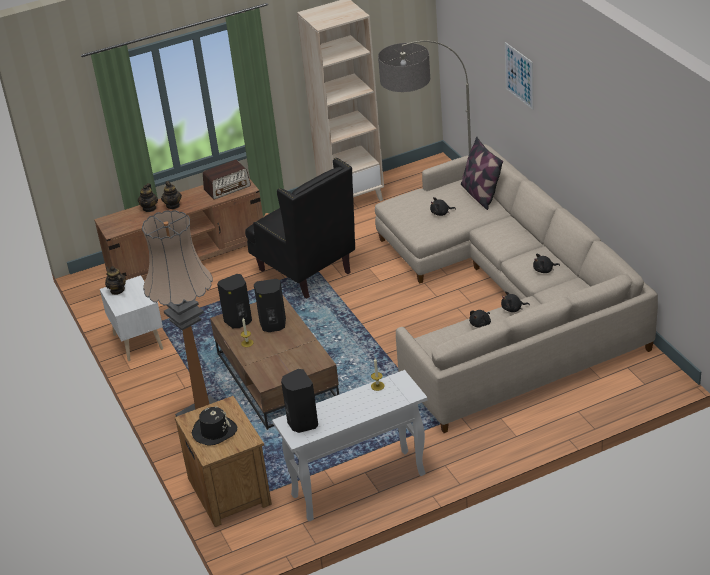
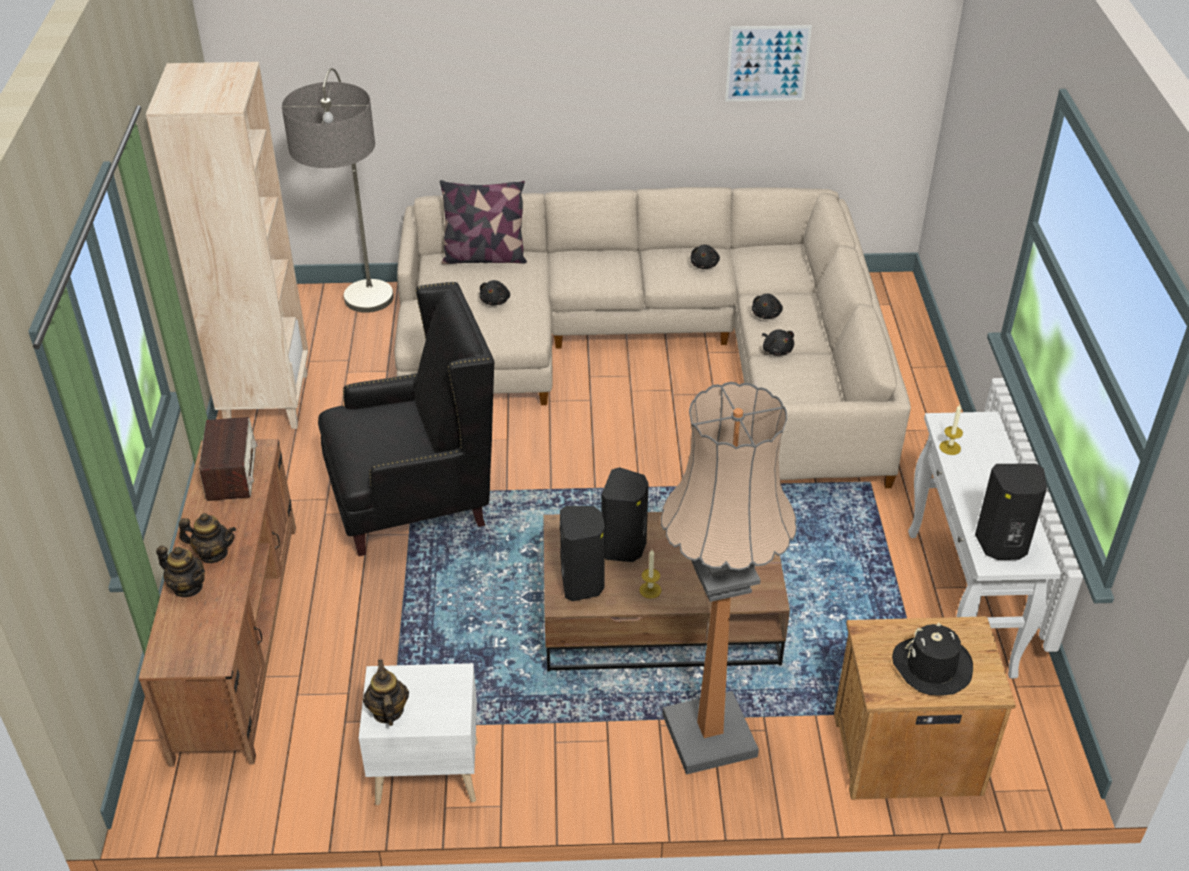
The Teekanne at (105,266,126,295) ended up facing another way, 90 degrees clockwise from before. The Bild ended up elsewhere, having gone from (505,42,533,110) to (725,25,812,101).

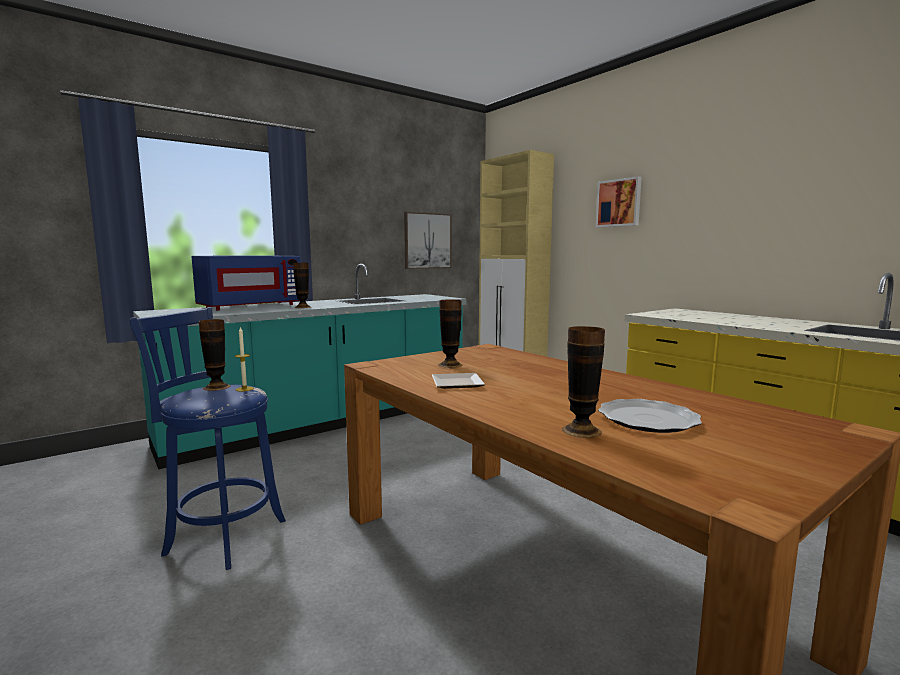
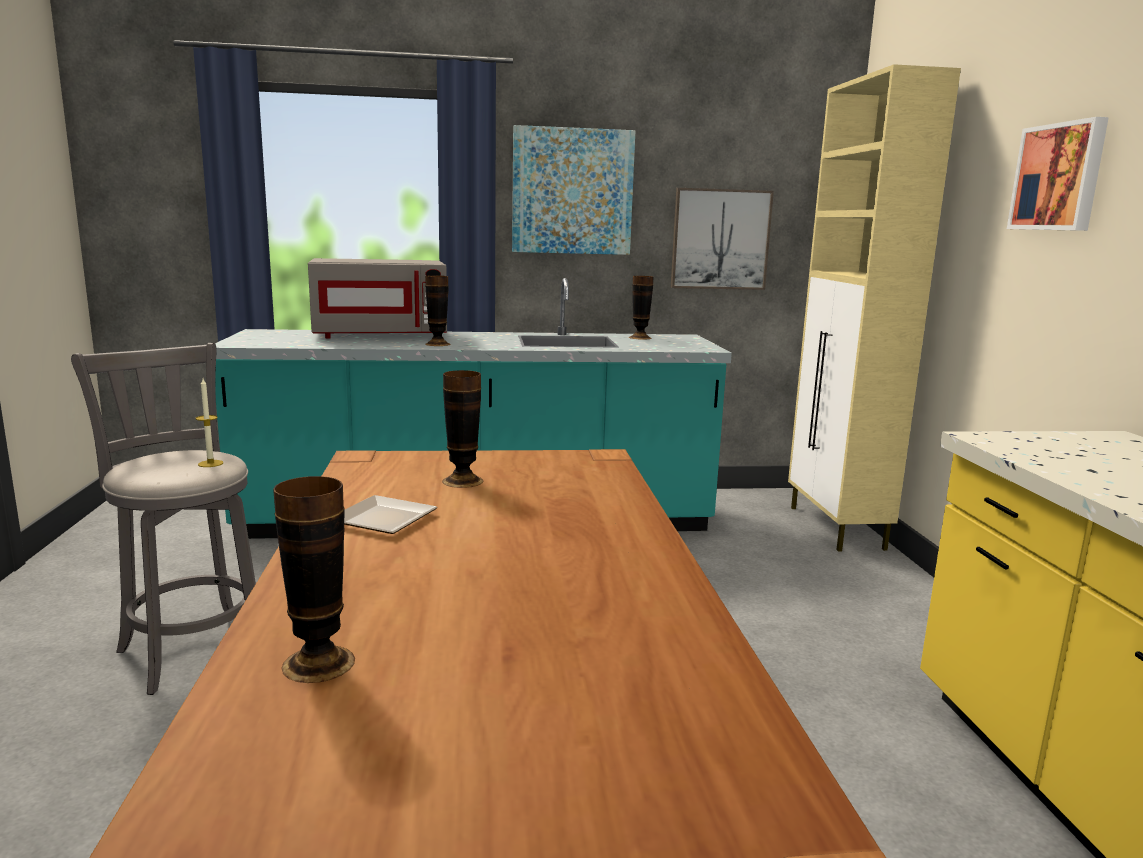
What was the Hocker/blau at (130,307,286,570) turned into the Hocker/grau at (71,343,256,695). What was the Mikrowelle/blau at (192,256,300,311) turned into the Mikrowelle/grau at (308,258,447,339). The Vase ended up elsewhere, having gone from (199,319,230,391) to (629,276,654,340). The second view lost the Teller at (598,399,702,433). The second view gained the Bild at (512,125,636,255).

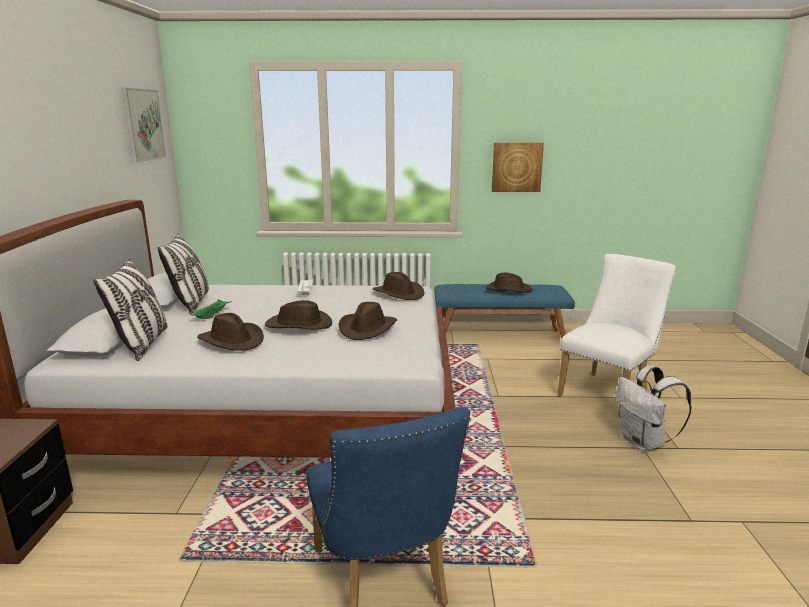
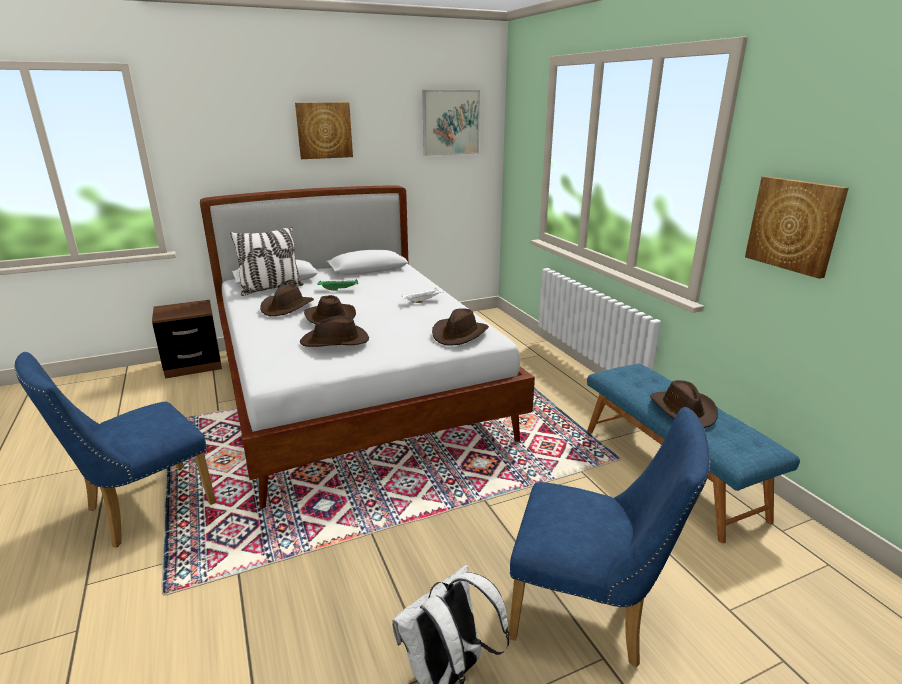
The second view lost the Kissen at (158,233,209,314). What was the Stuhl/weiß at (558,254,676,417) turned into the Stuhl/blau at (509,407,711,668). The second view gained the Bild at (295,102,353,159).

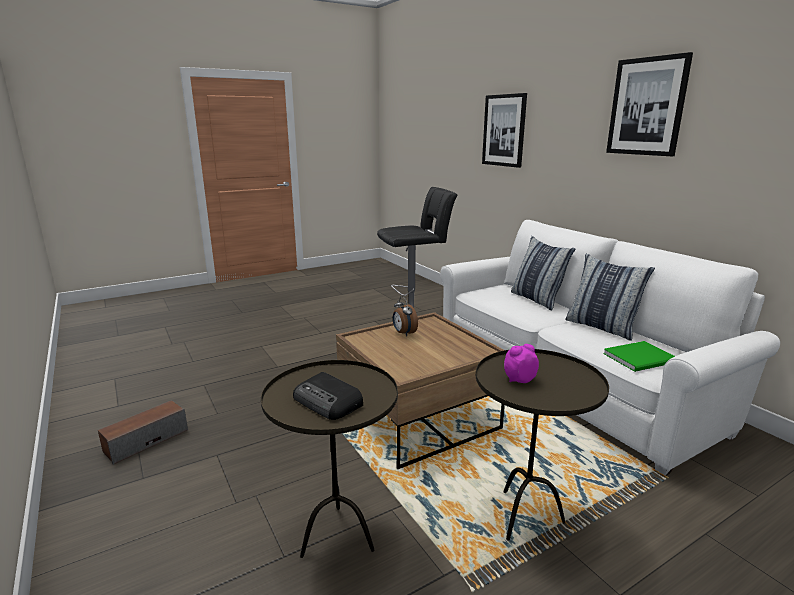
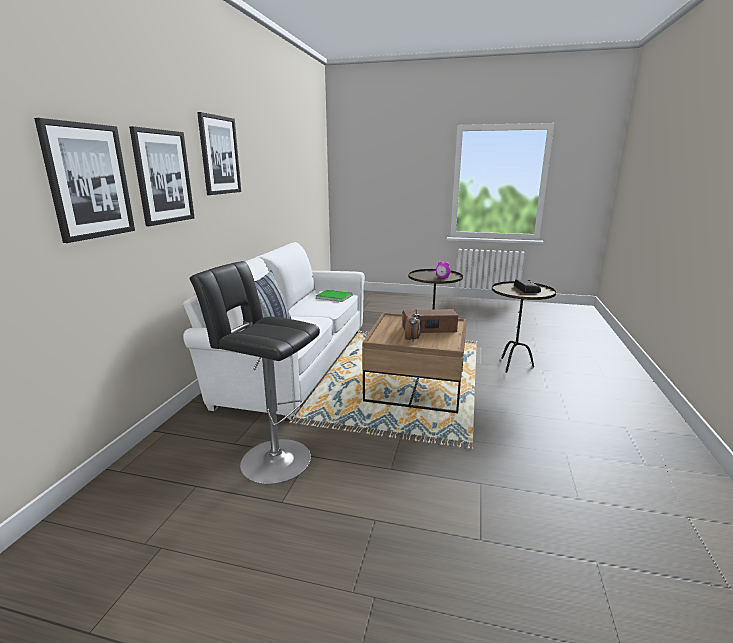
The Lautsprecher ended up elsewhere, having gone from (98,400,188,465) to (403,309,458,333). The second view lost the Kissen at (565,254,655,341). The second view gained the Bild at (129,126,195,226).

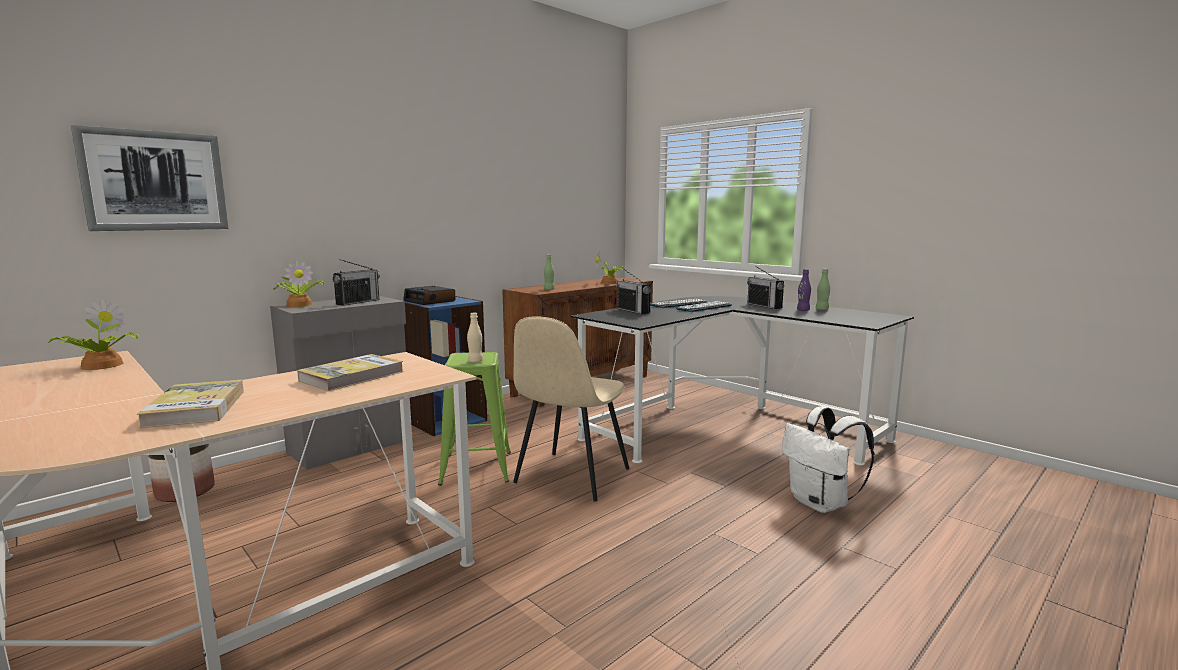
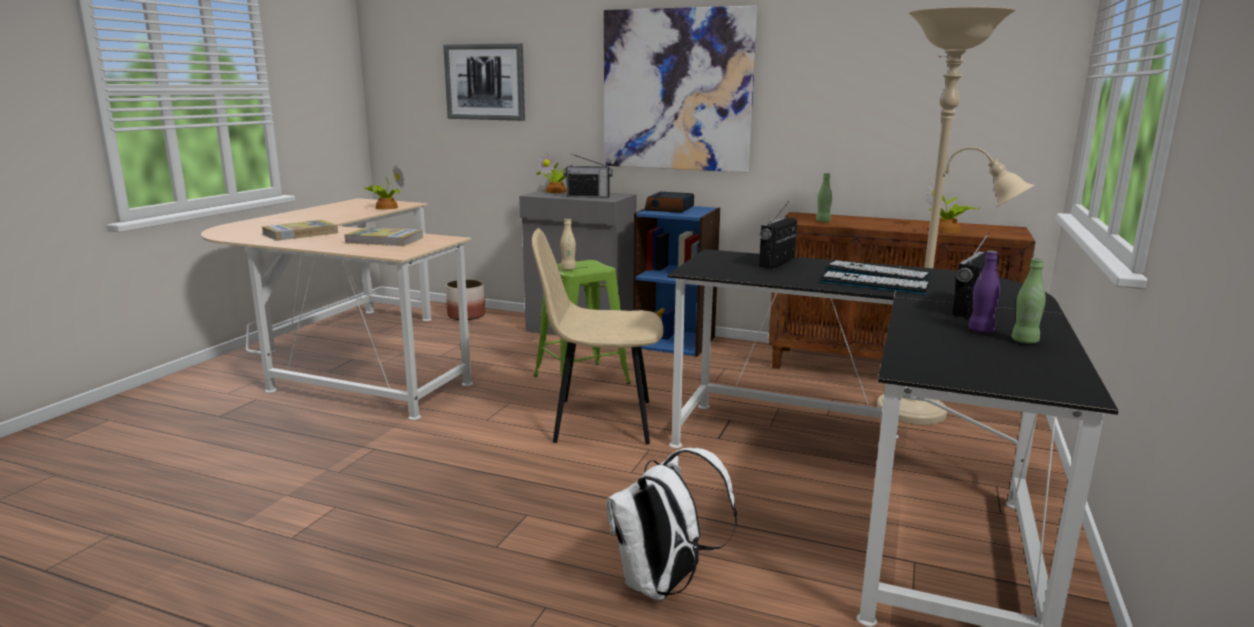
The second view gained the Bild at (604,6,758,172). The second view gained the Stehlampe/beige at (877,7,1034,425).

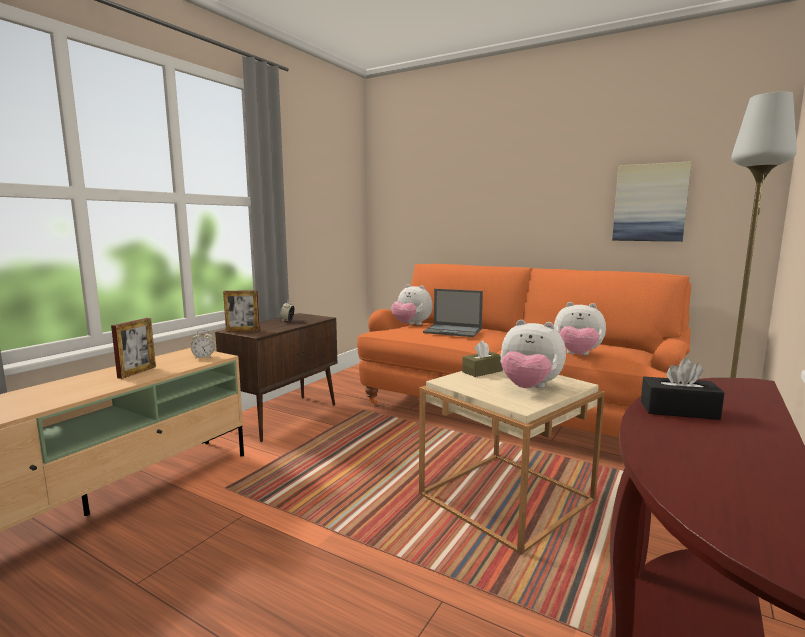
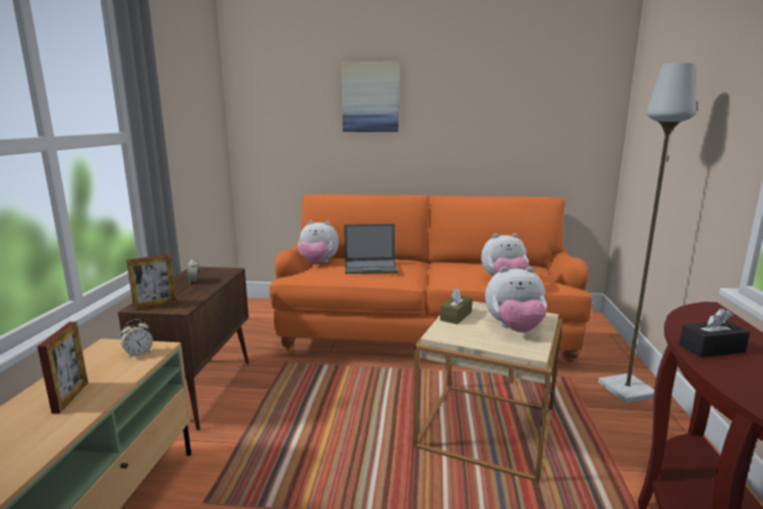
The Bild ended up elsewhere, having gone from (612,161,691,242) to (341,62,399,132).

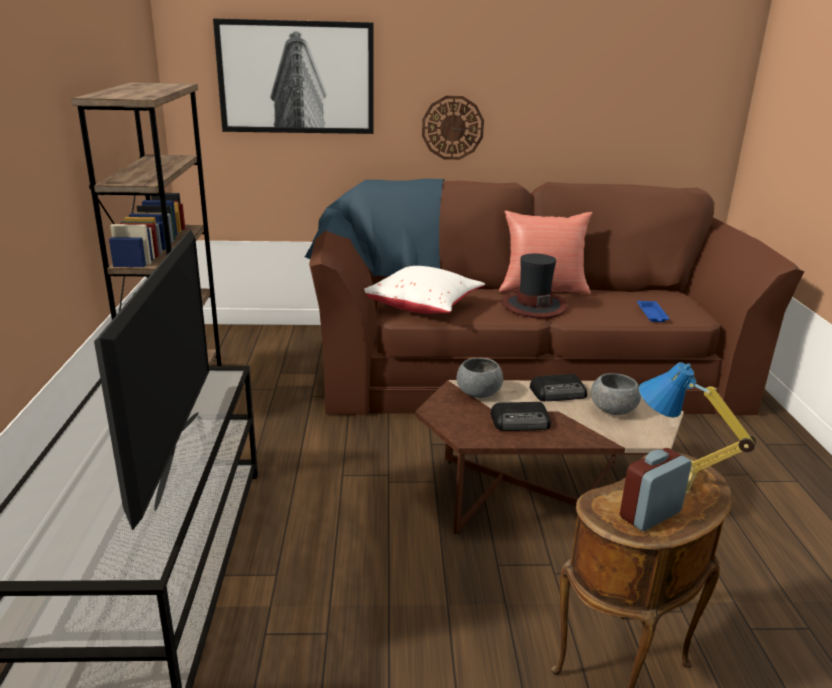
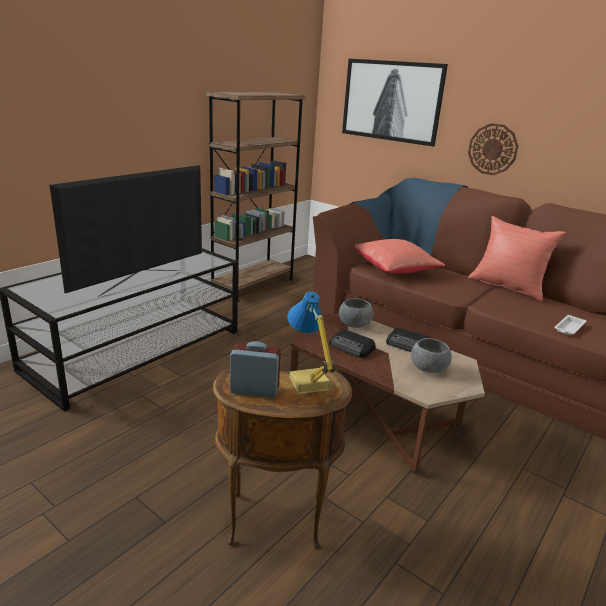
What was the Kissen/weiß at (364,266,485,314) turned into the Kissen/rot at (355,239,445,273). The second view lost the Hut at (501,254,567,319). What was the Tablett/blau at (637,301,670,322) turned into the Tablett/weiß at (554,315,586,335).

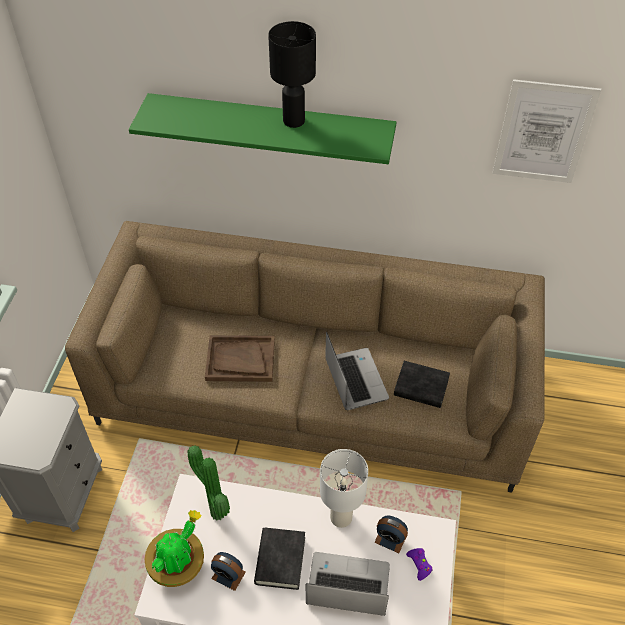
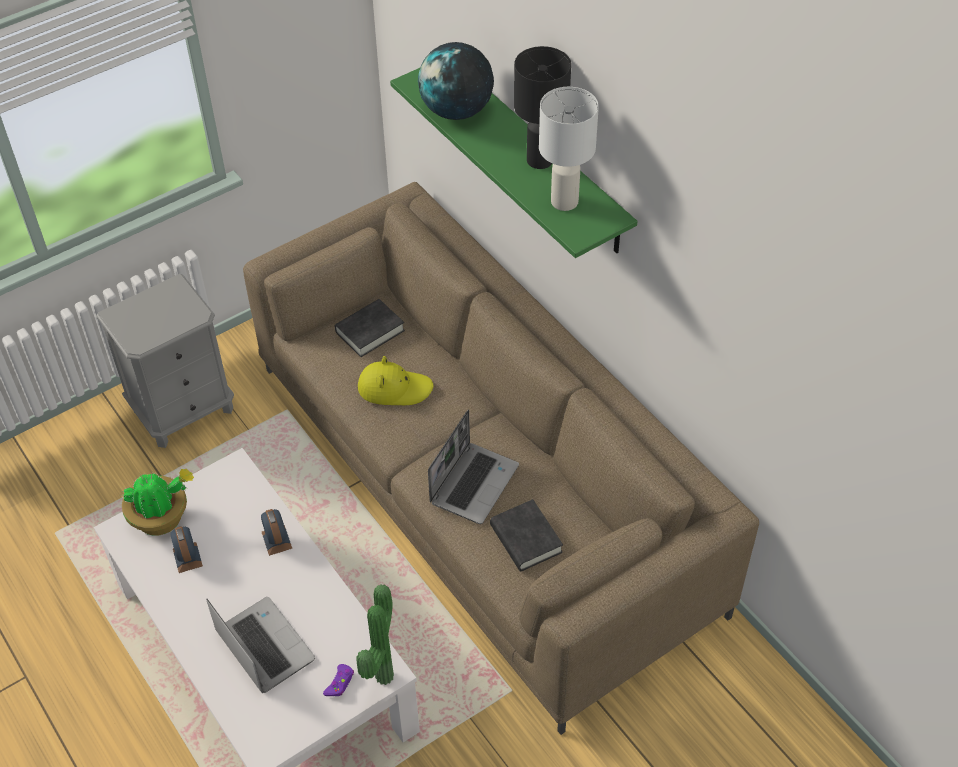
The Topfpflanze ended up elsewhere, having gone from (187,445,230,521) to (356,584,394,685). Where the Tablett/braun stood at (205,335,275,382), the Hut/gelb came to stand at (358,356,433,405). The Buch/schwarz ended up elsewhere, having gone from (254,528,305,590) to (334,299,405,357). The Tischlampe/weiß ended up elsewhere, having gone from (320,449,368,528) to (539,87,599,211). The Wecker ended up elsewhere, having gone from (374,516,408,553) to (261,509,292,556). The second view lost the Bild at (493,79,601,183). The second view gained the Globus at (418,42,494,120).

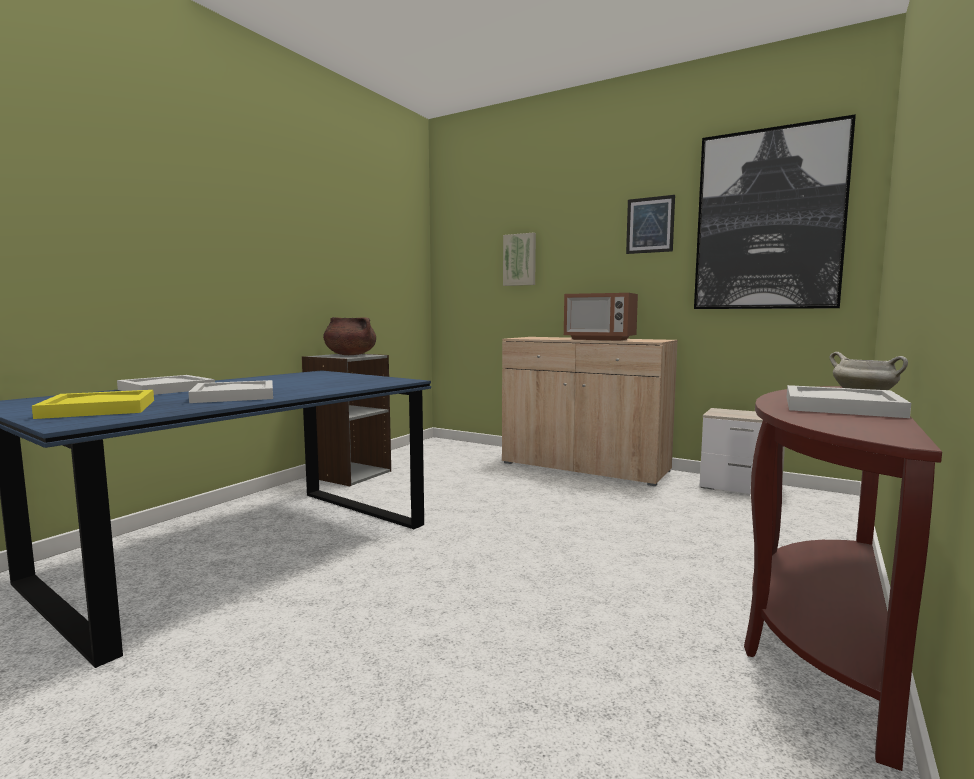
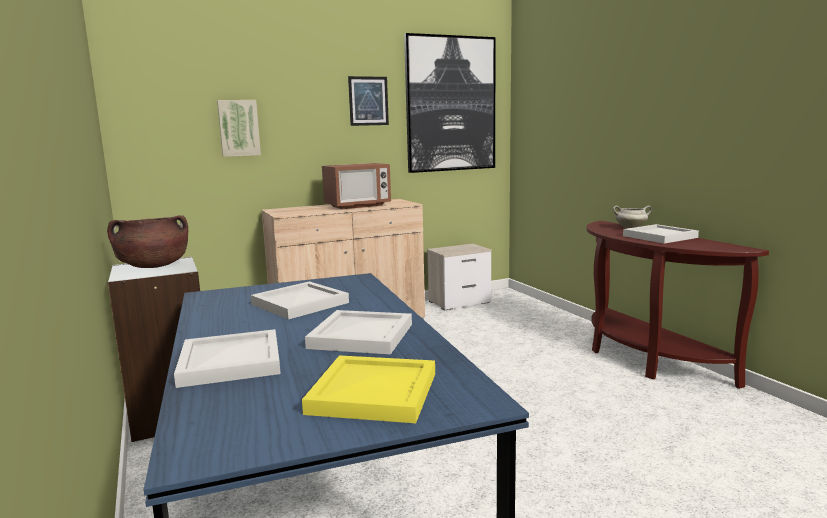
The second view gained the Tablett/weiß at (251,281,349,320).

